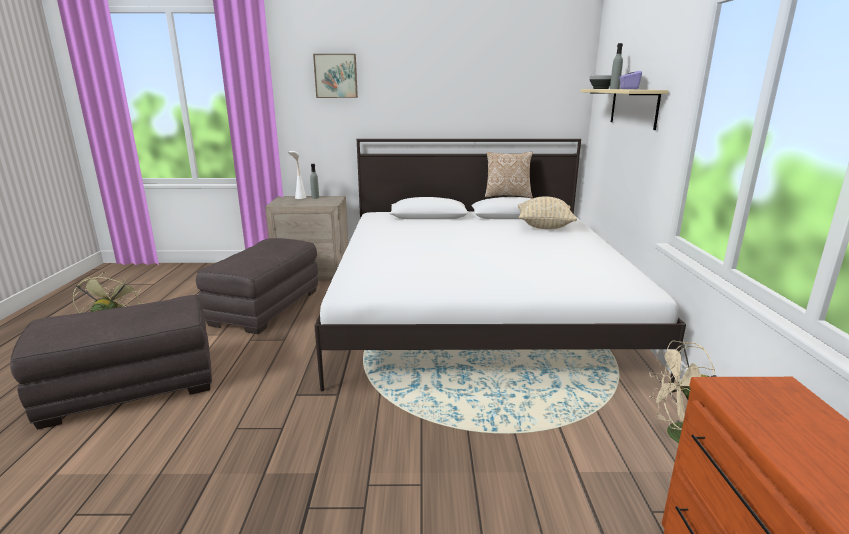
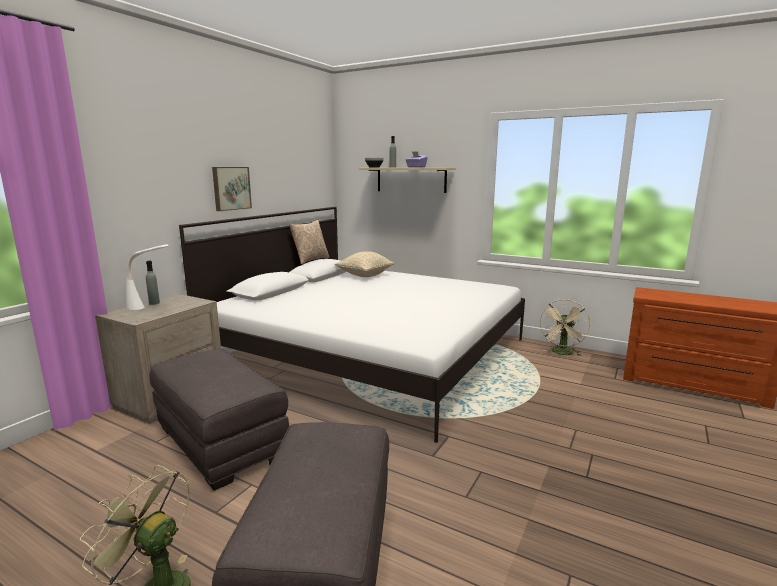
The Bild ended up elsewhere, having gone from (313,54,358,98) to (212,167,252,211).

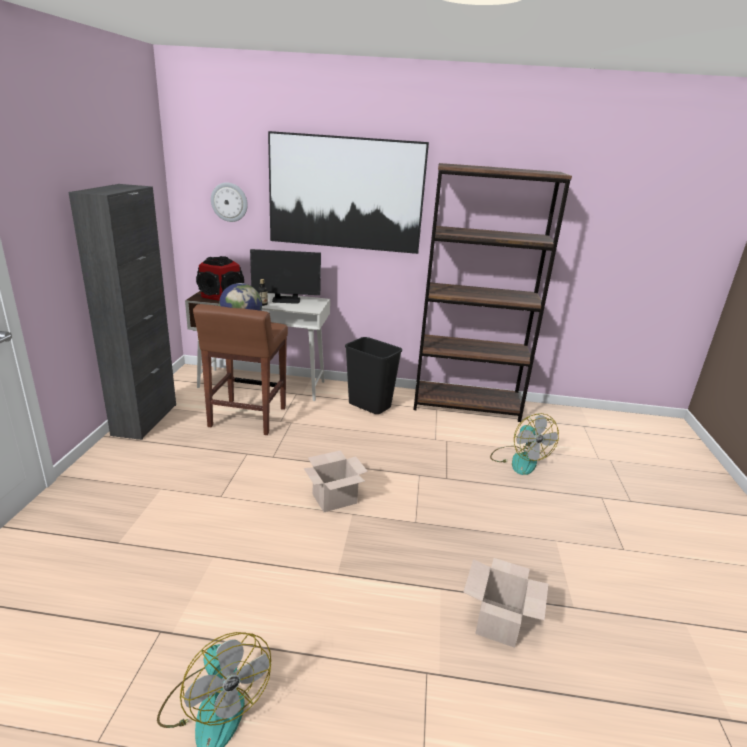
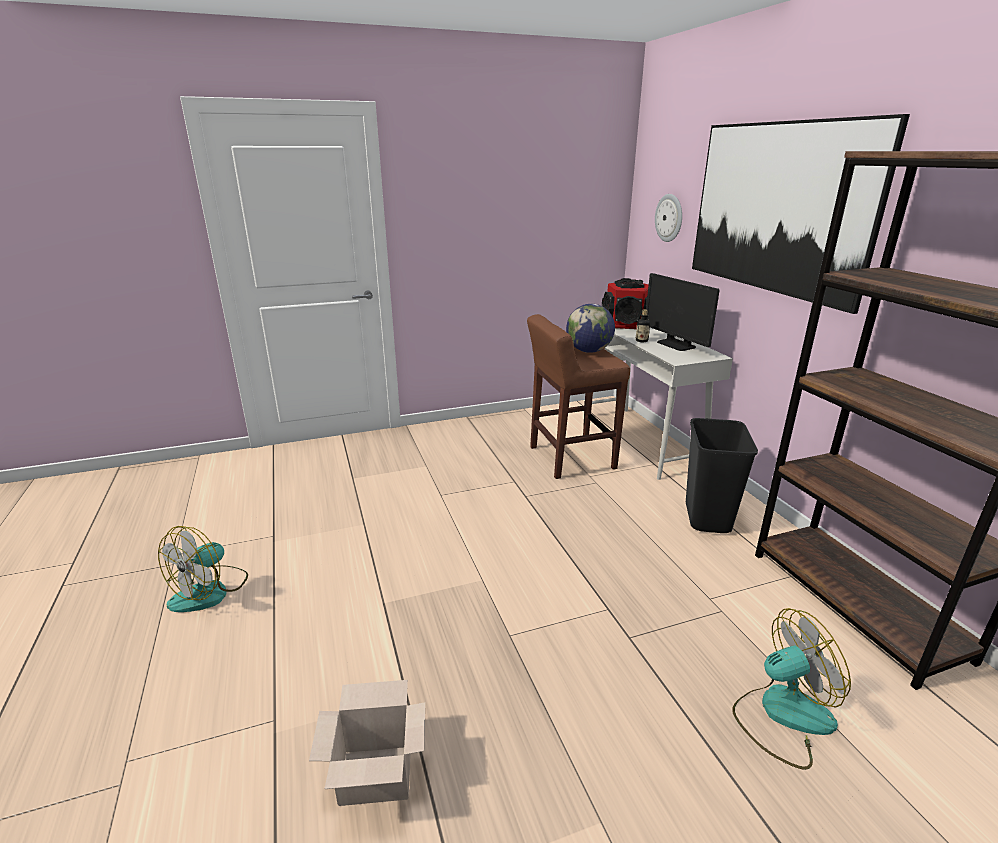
The second view lost the Schrank/schwarz at (68,184,176,440). The second view lost the Karton at (304,450,368,512). The Ventilator at (490,413,559,475) ended up facing another way, 150 degrees counterclockwise from before.

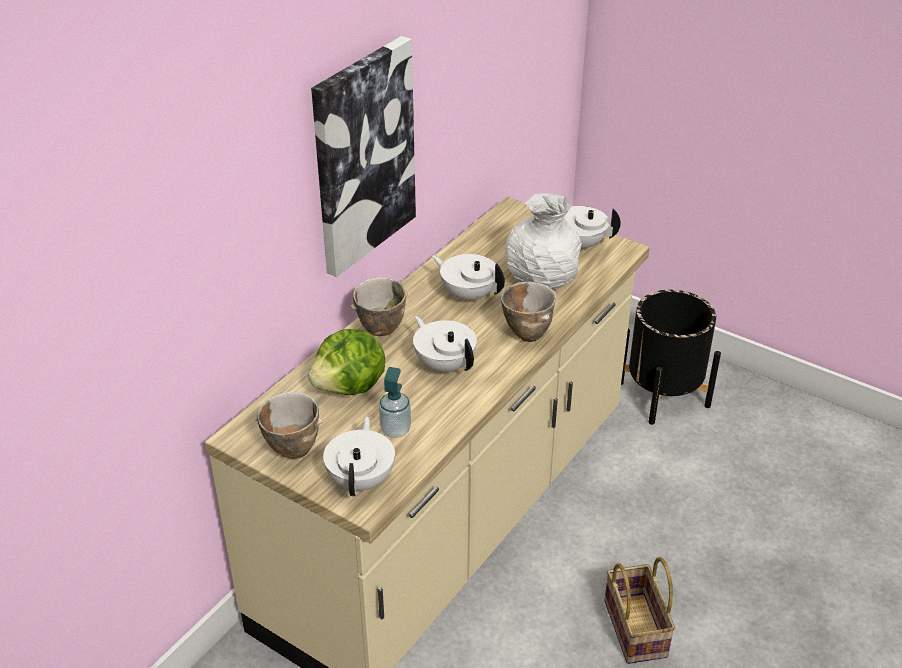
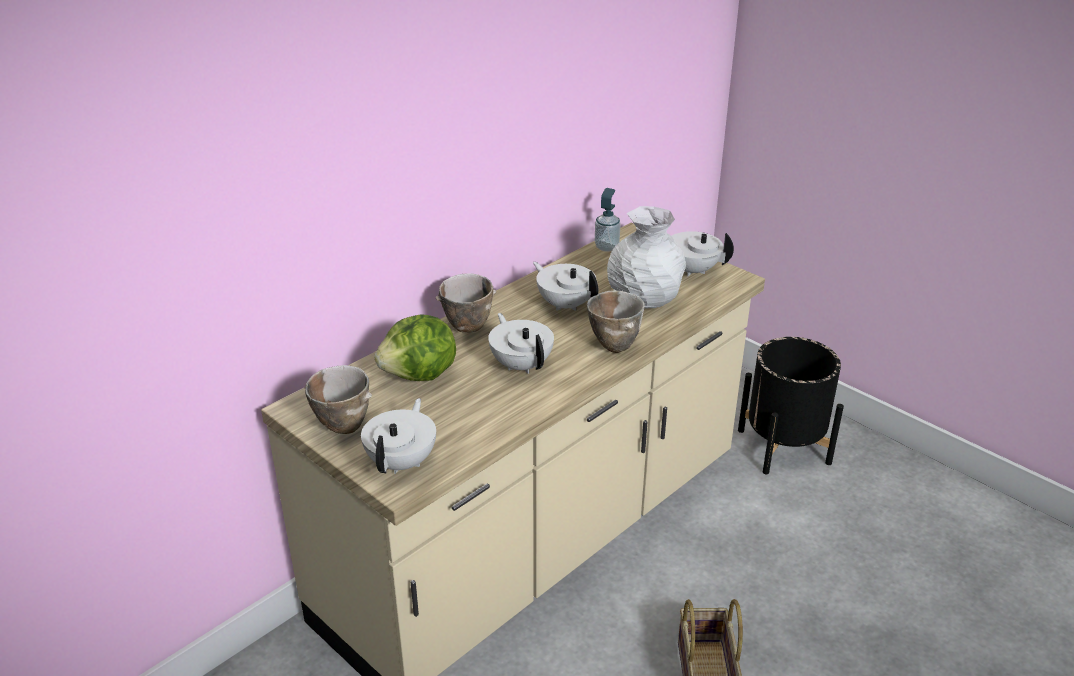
The second view lost the Bild at (311,36,416,277). The Seifenspender ended up elsewhere, having gone from (379,367,411,438) to (595,188,621,252).

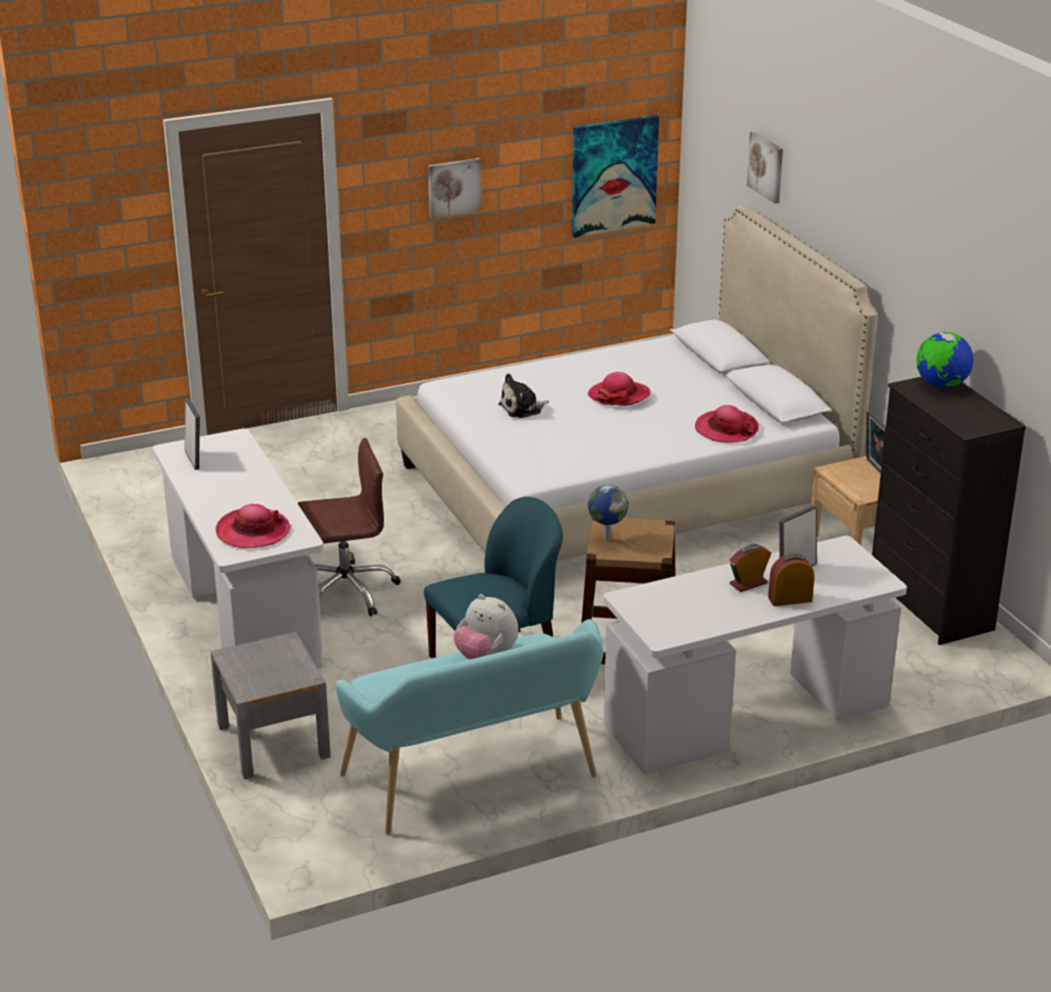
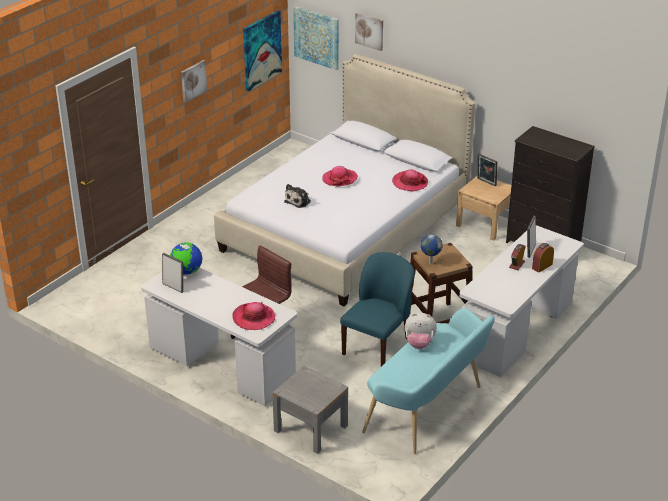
The Globus ended up elsewhere, having gone from (916,332,974,388) to (170,242,202,275). The second view gained the Bild at (293,6,339,70).

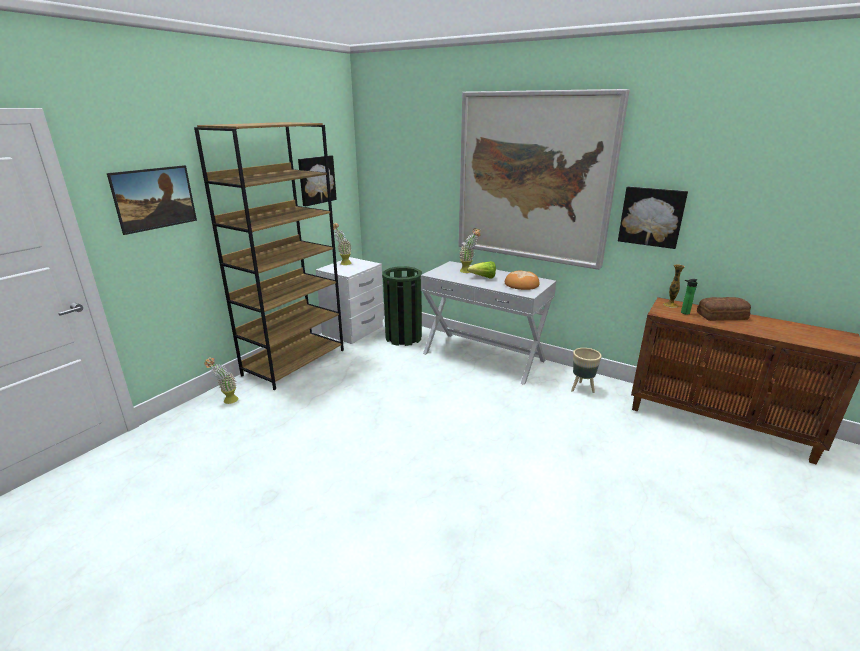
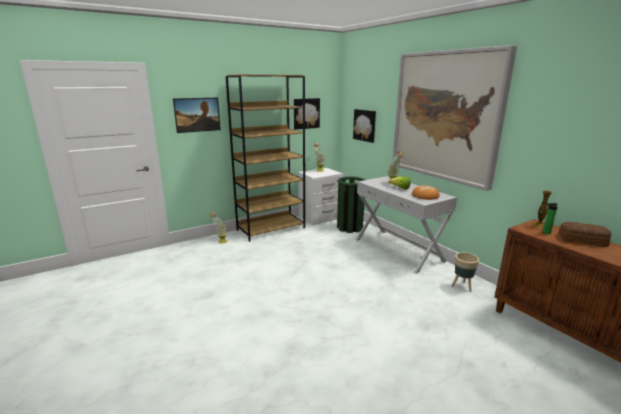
The Bild ended up elsewhere, having gone from (618,186,688,249) to (353,109,376,143).

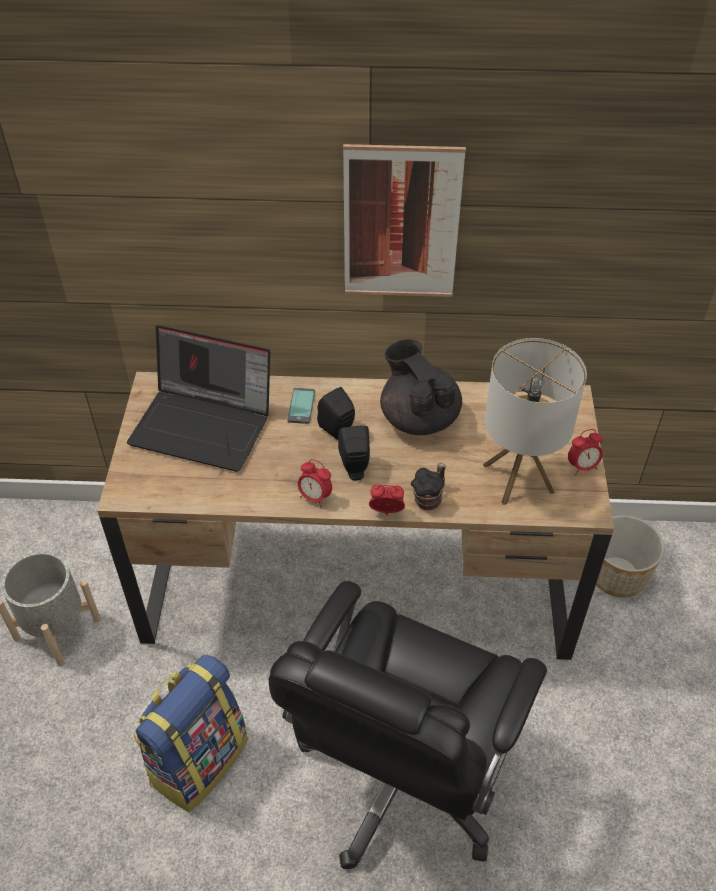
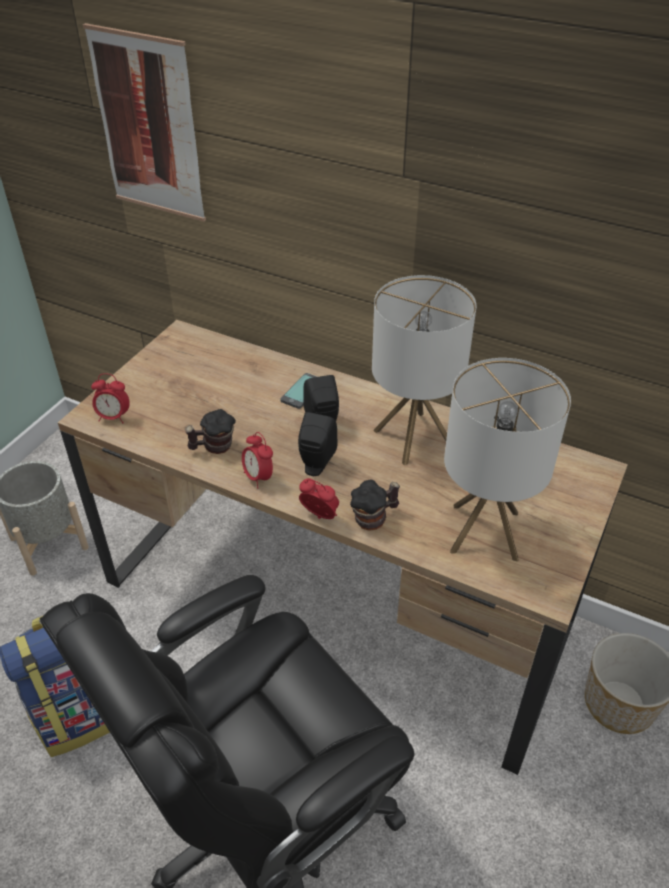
The second view lost the Laptop at (127,325,270,472). The Bild ended up elsewhere, having gone from (343,144,466,297) to (83,23,206,222). Where the Teekanne/schwarz stood at (380,339,462,435), the Tischlampe came to stand at (372,275,477,466). The Wecker ended up elsewhere, having gone from (568,429,603,475) to (91,373,130,423). The second view gained the Henkelbecher at (185,409,236,454).

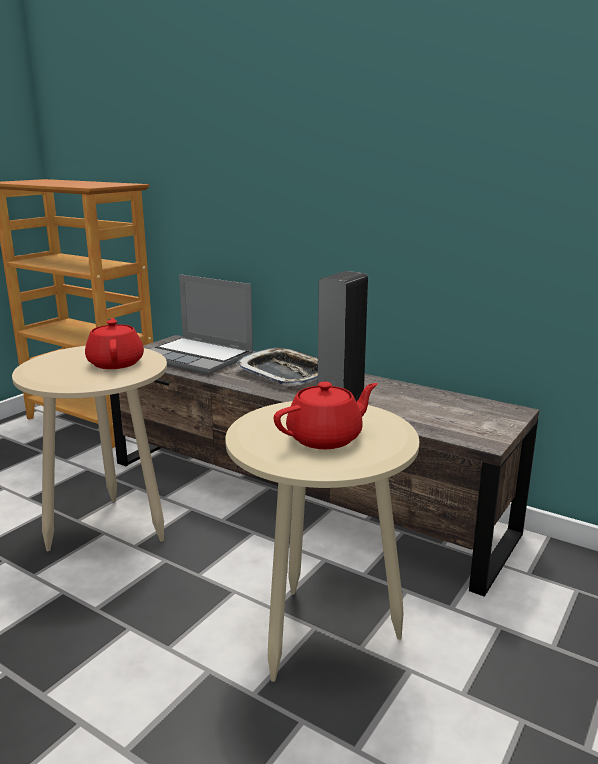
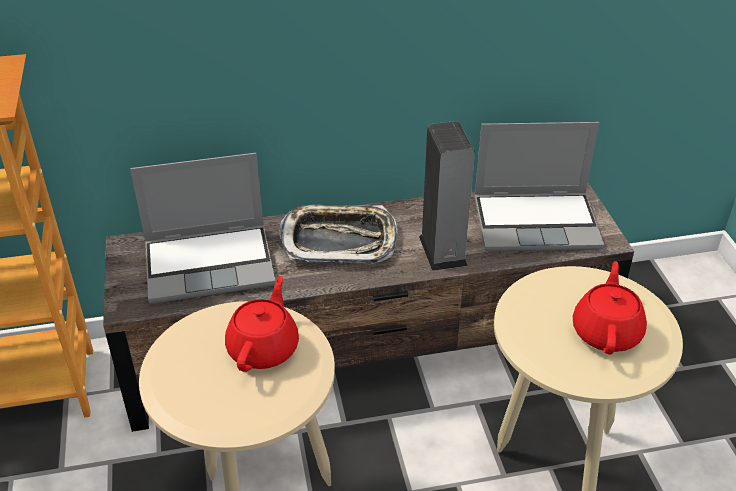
The Teekanne/rot at (85,318,144,369) ended up facing another way, 75 degrees clockwise from before. The second view gained the Laptop at (474,122,604,252).

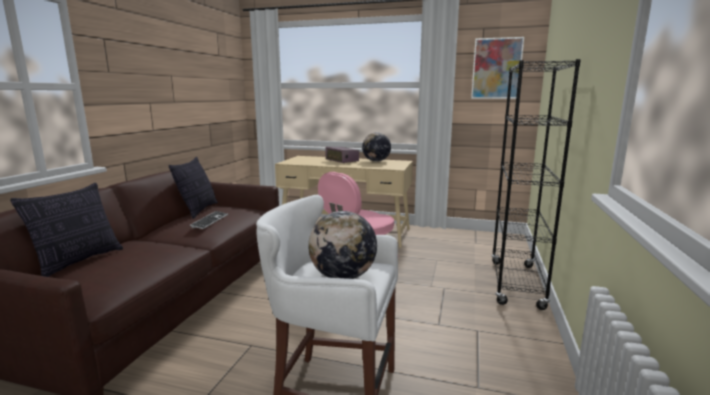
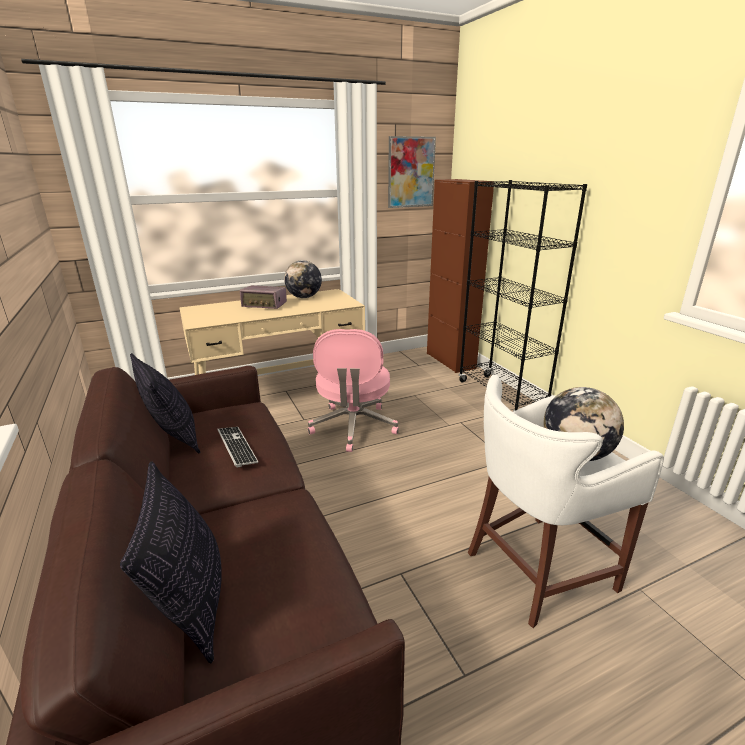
The second view gained the Schrank/braun at (427,179,494,373).

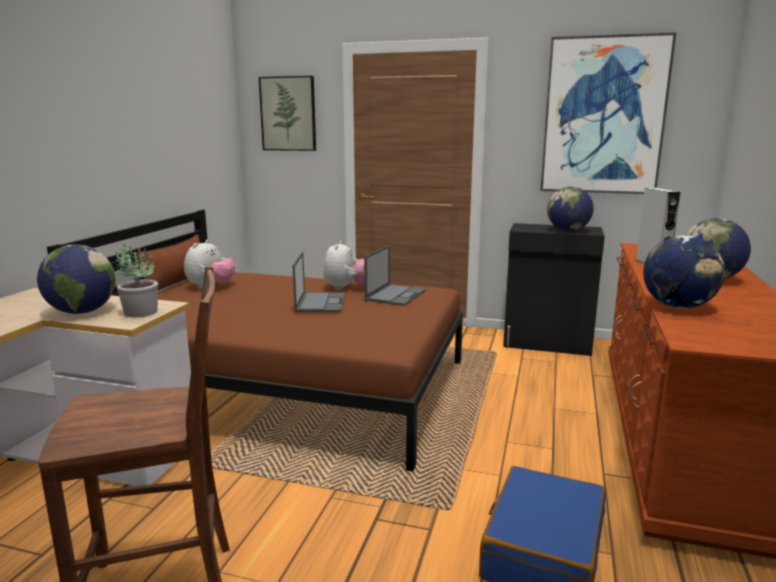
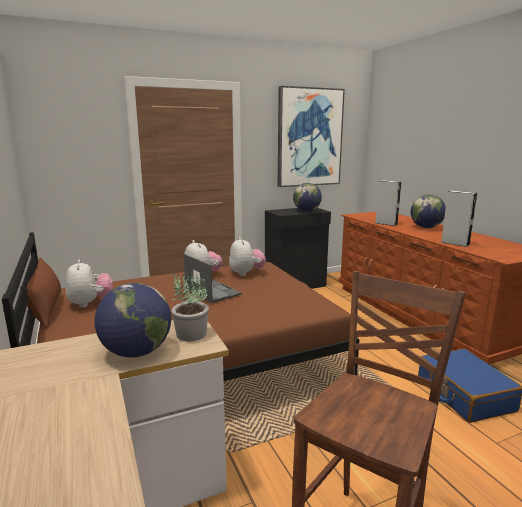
The second view lost the Bild at (259,76,316,151). Where the Laptop stood at (364,245,426,306), the Plüschtier came to stand at (229,237,266,276). Where the Globus stood at (643,235,725,308), the Lautsprecher/grau came to stand at (441,191,477,247).

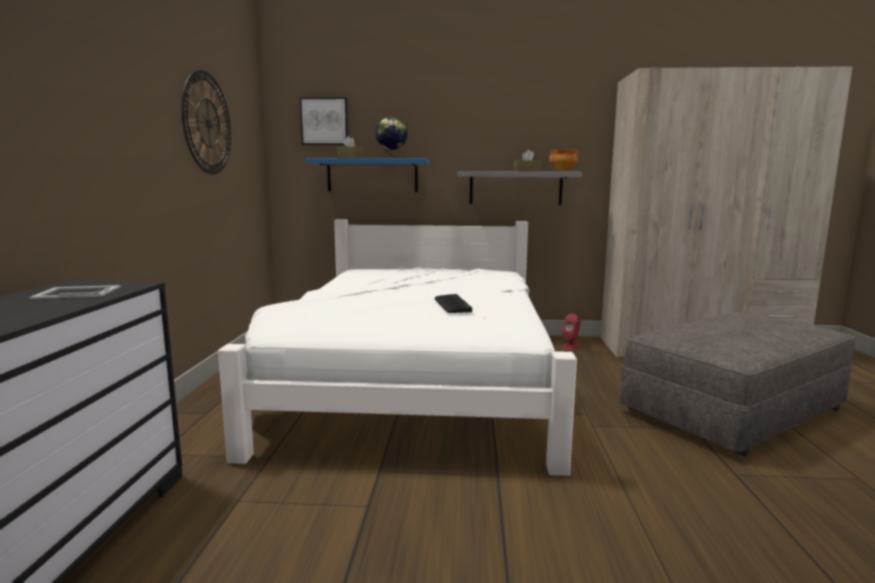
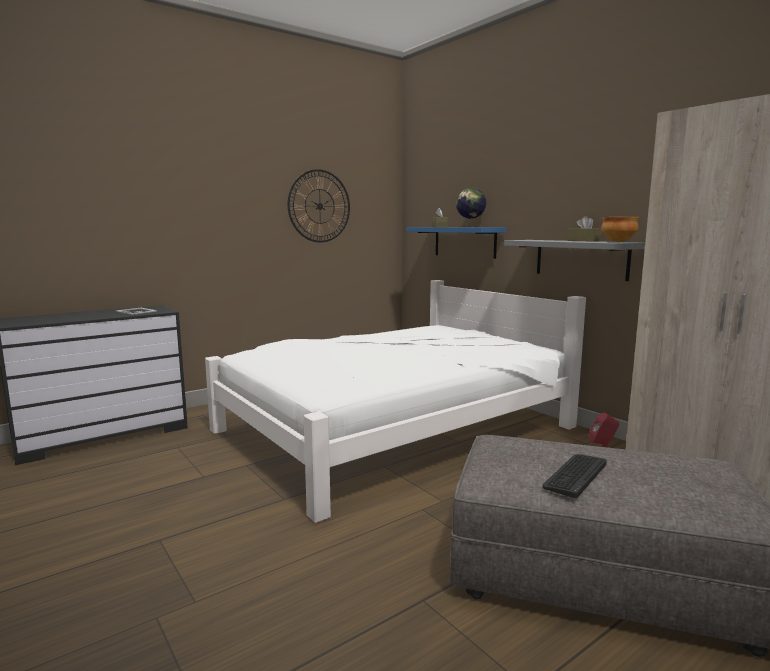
The second view lost the Bild at (300,97,348,145). The Tastatur ended up elsewhere, having gone from (435,294,472,313) to (542,454,607,498).

